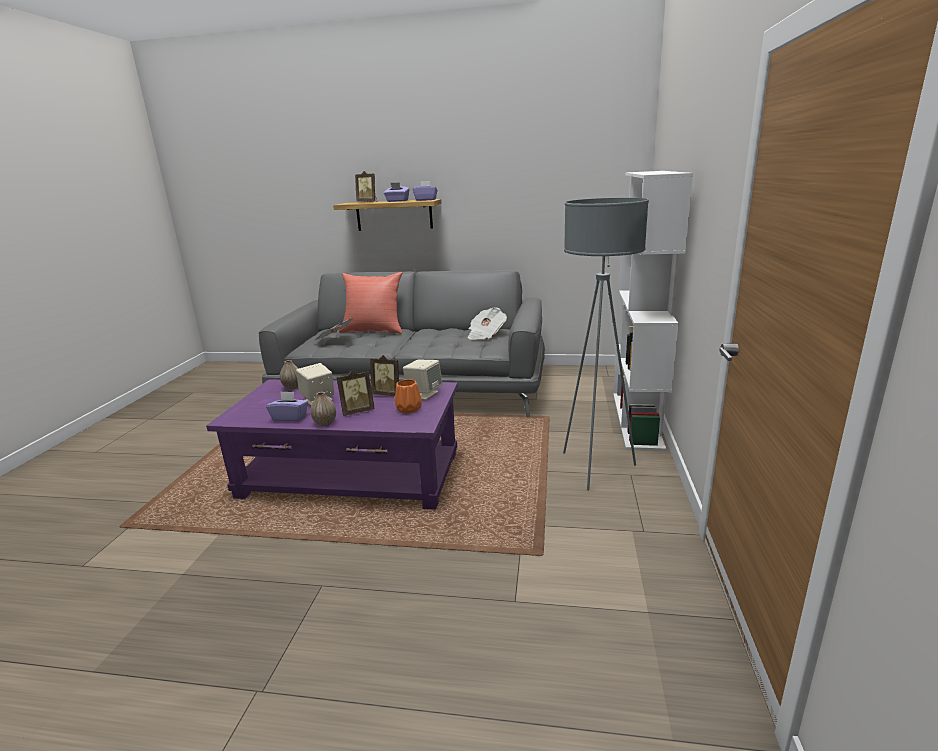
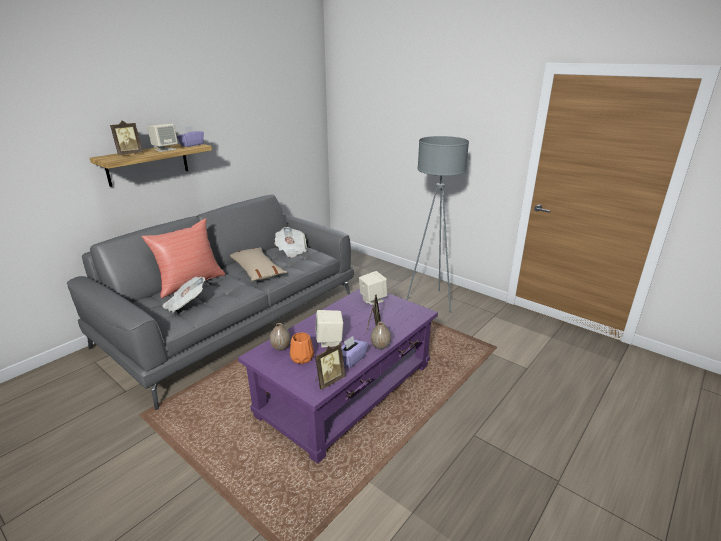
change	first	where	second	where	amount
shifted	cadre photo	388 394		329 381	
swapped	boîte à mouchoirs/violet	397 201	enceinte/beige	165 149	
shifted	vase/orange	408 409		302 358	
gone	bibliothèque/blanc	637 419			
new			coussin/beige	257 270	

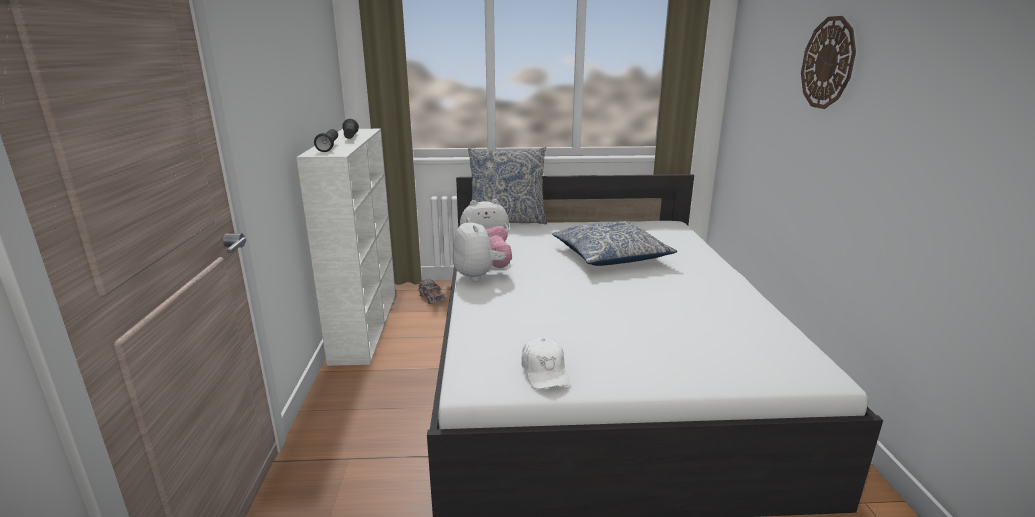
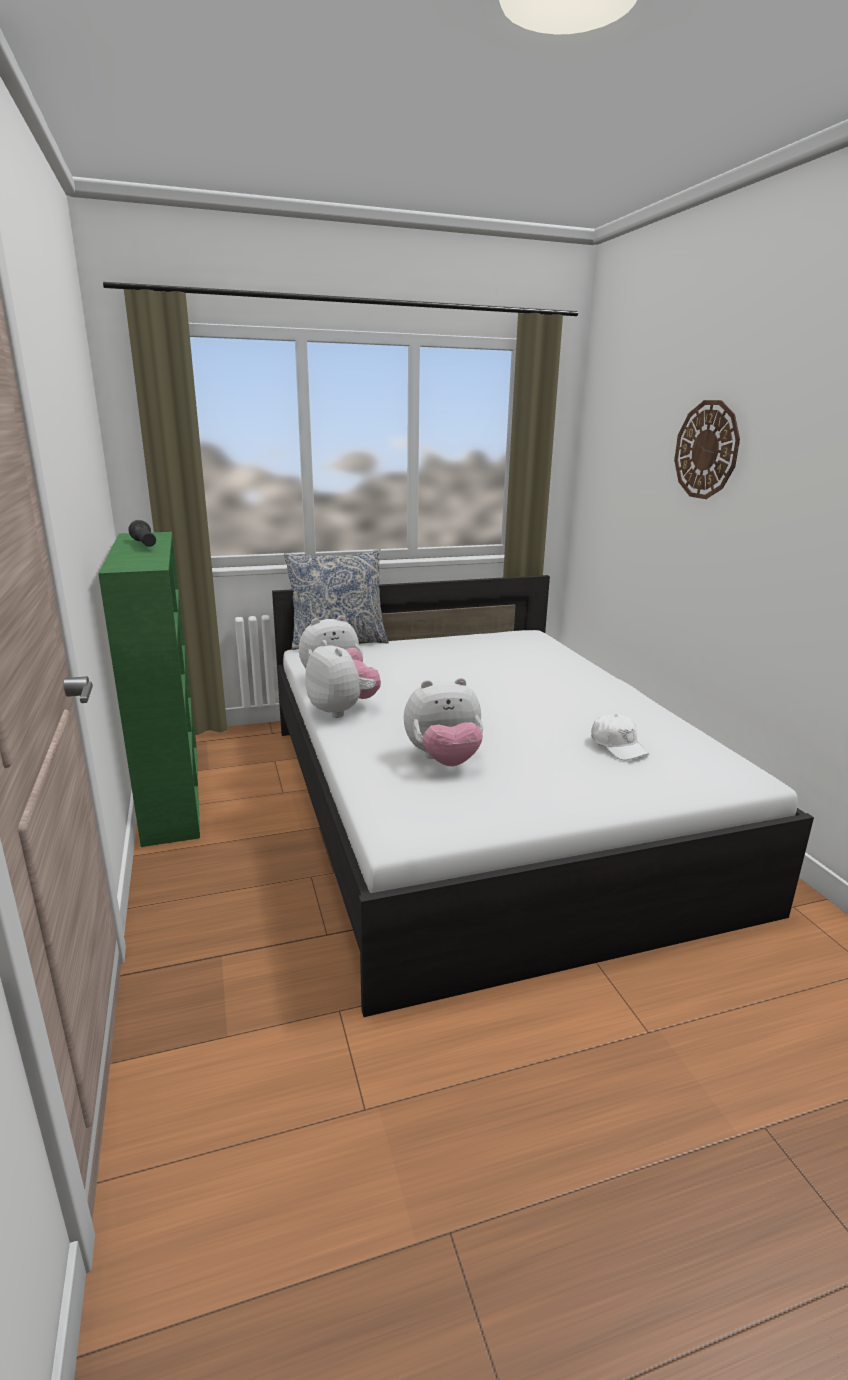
change	first	where	second	where	amount
repainted	bibliothèque/blanc	365 325	bibliothèque/vert	171 790	
gone	lampe de poche/noir	329 147			
gone	camion jouet	431 297			
shifted	casquette/blanc	545 371		618 746	
gone	coussin	610 256			
new			peluche	444 760	

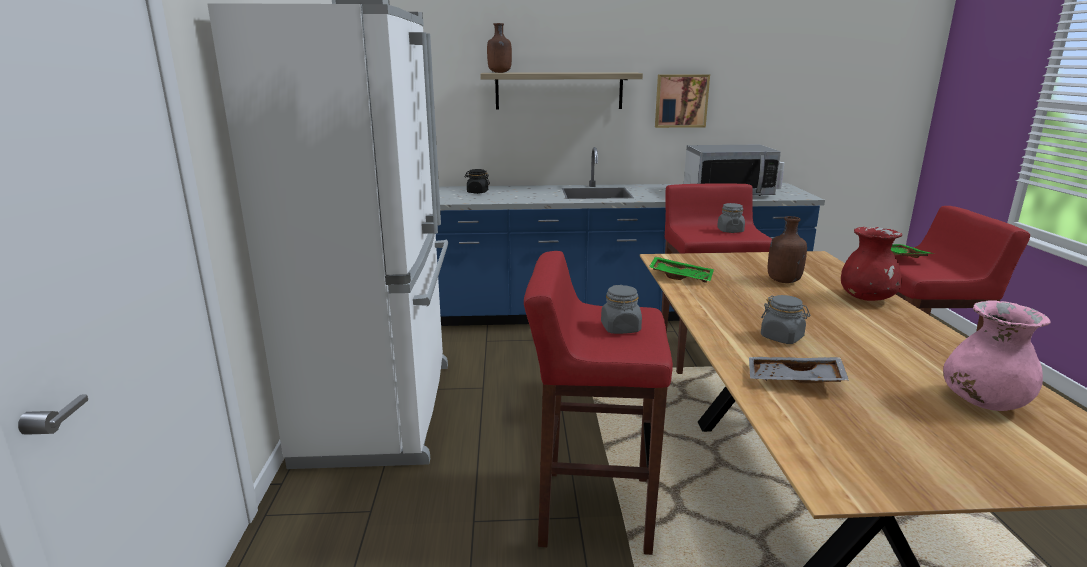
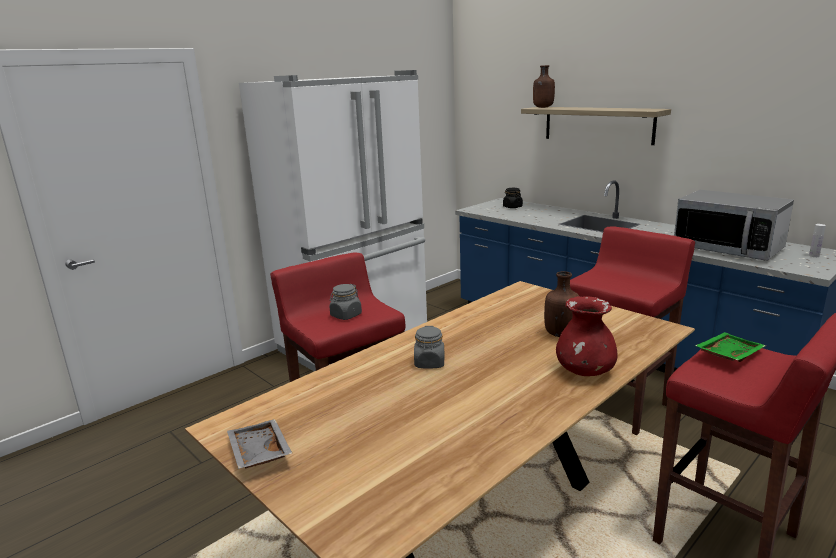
change	first	where	second	where	amount
gone	plateau/vert	681 276			
gone	tableau	681 101			
gone	bocal/gris	730 231			
shifted	plateau/gris	794 381		258 453	
gone	vase/rose	983 403			

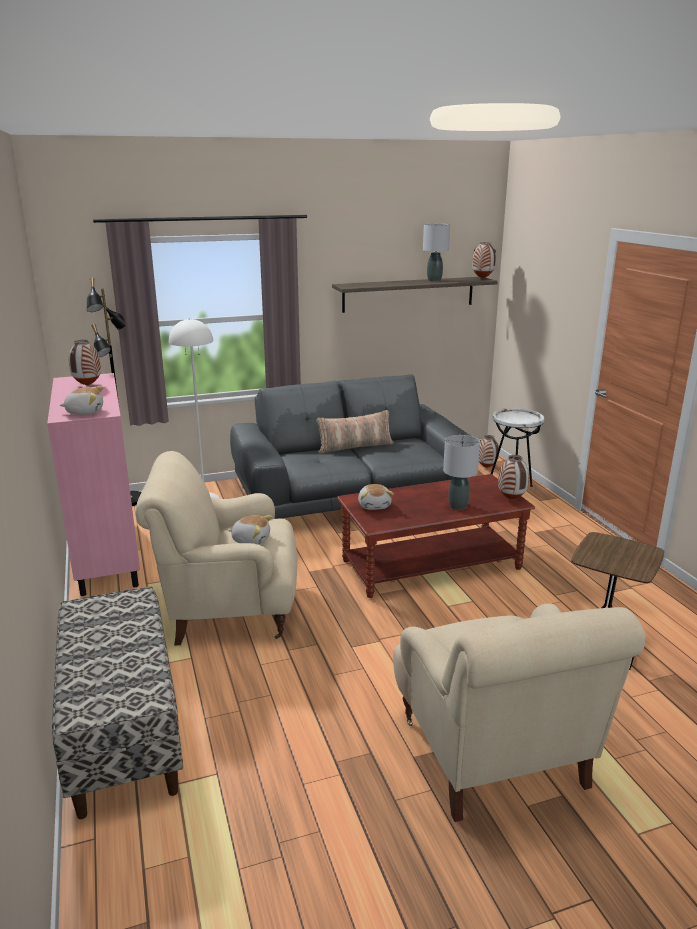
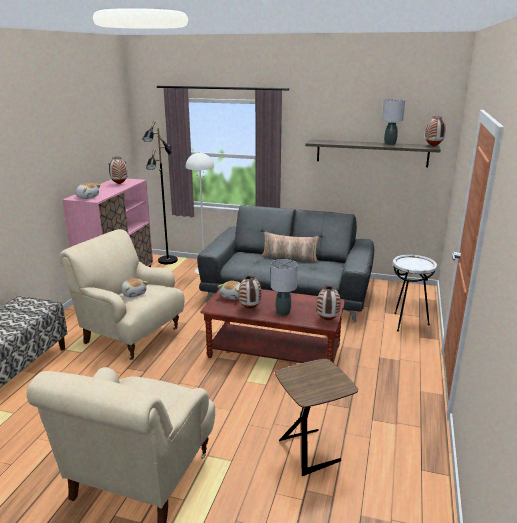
change	first	where	second	where	amount
shifted	vase	487 467		250 309	

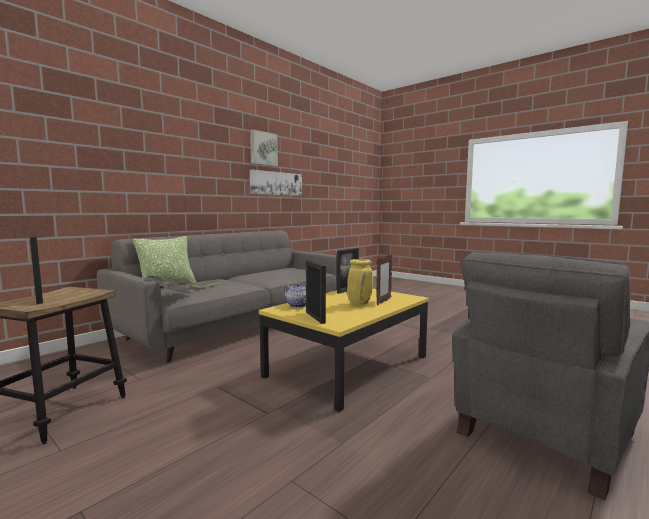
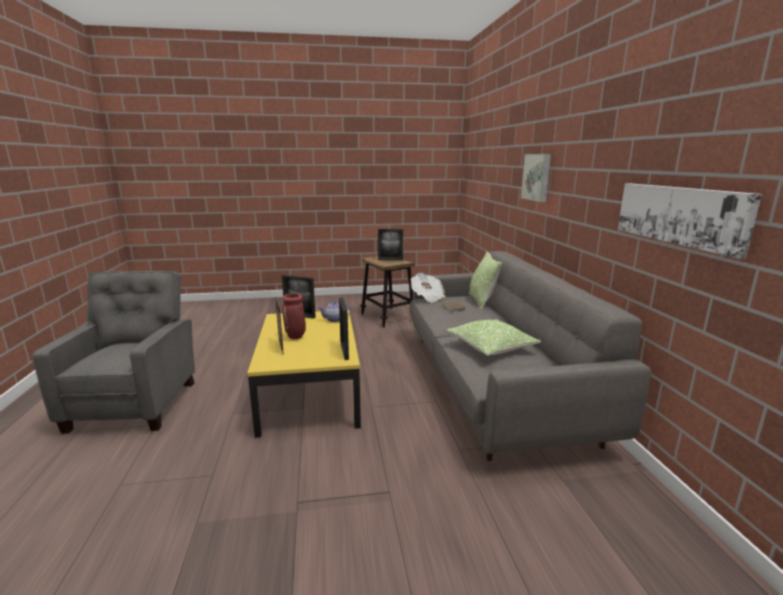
change	first	where	second	where	amount
shifted	tableau	263 148		537 177	
repainted	vase/jaune	359 304	vase/rouge	296 337	
new			coussin	491 347	

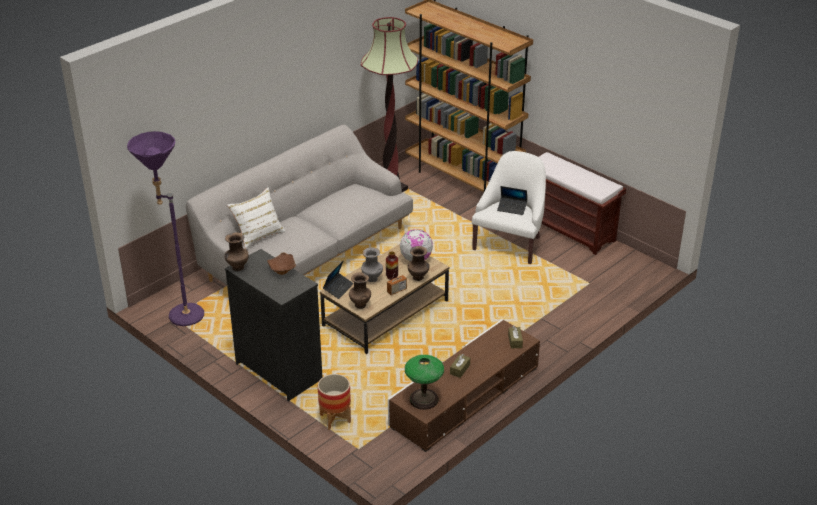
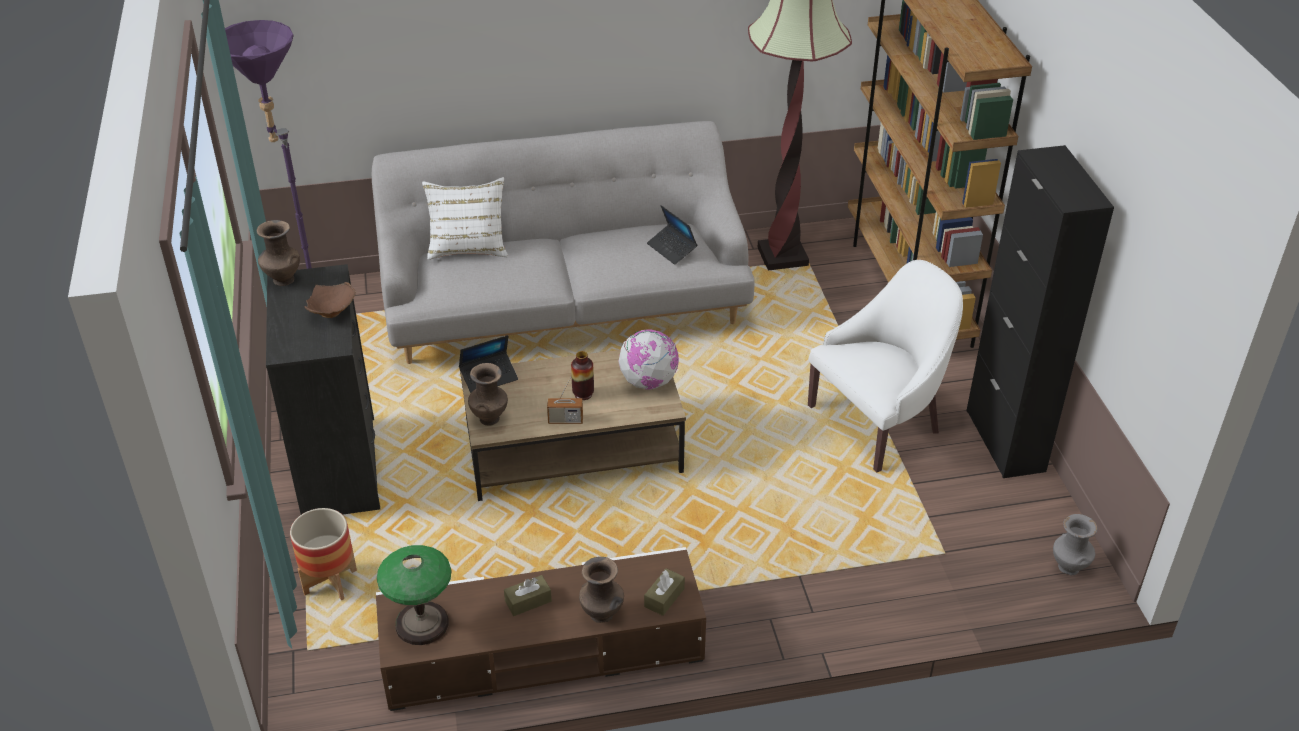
change	first	where	second	where	amount
shifted	vase/gris	372 279		1069 568	
shifted	vase/marron	418 277		602 615	
shifted	ordinateur portable	512 208		672 249	
swapped	banc/marron	569 229	meuble de rangement/noir	1005 440	

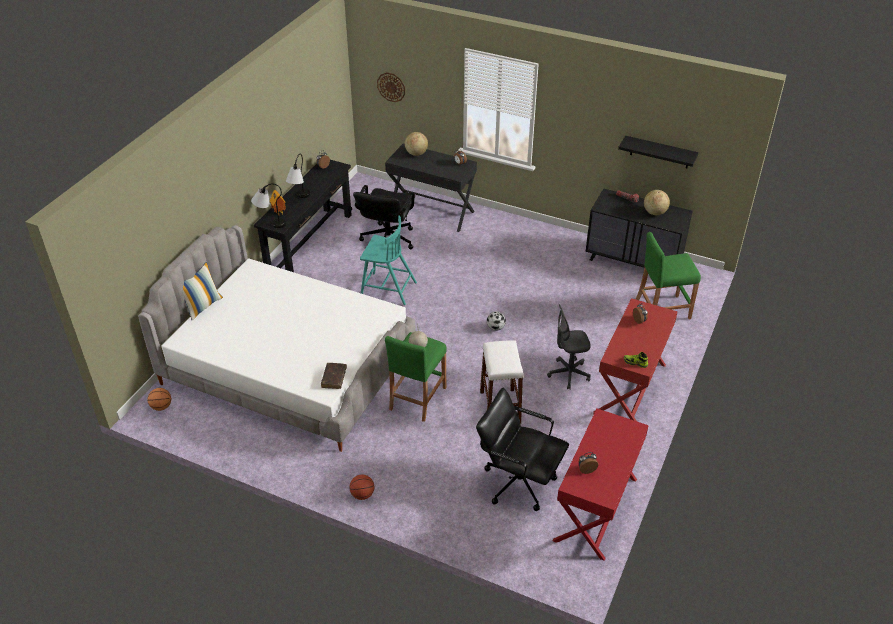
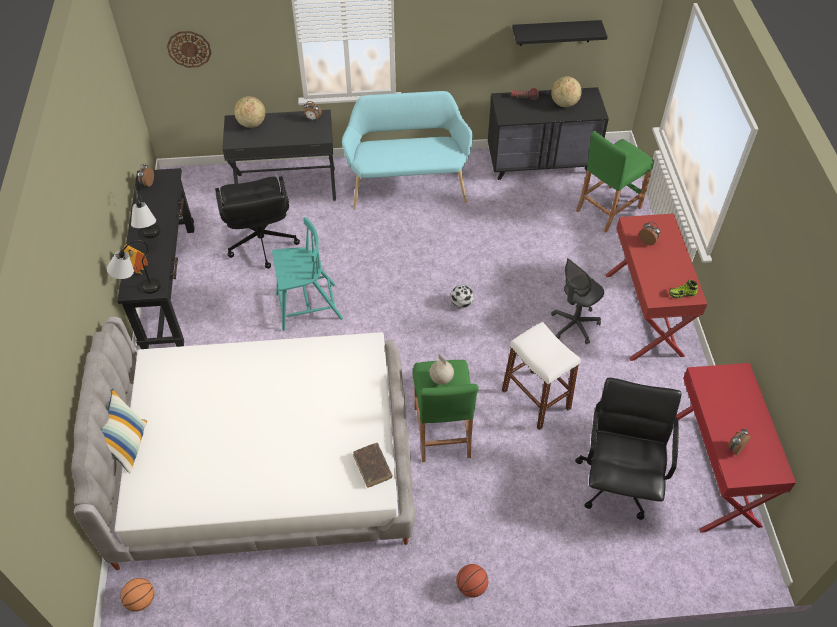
change	first	where	second	where	amount
rotated	chaise de bureau/noir	518 482		618 480	105 degrees clockwise
new			banc/turquoise	407 185	

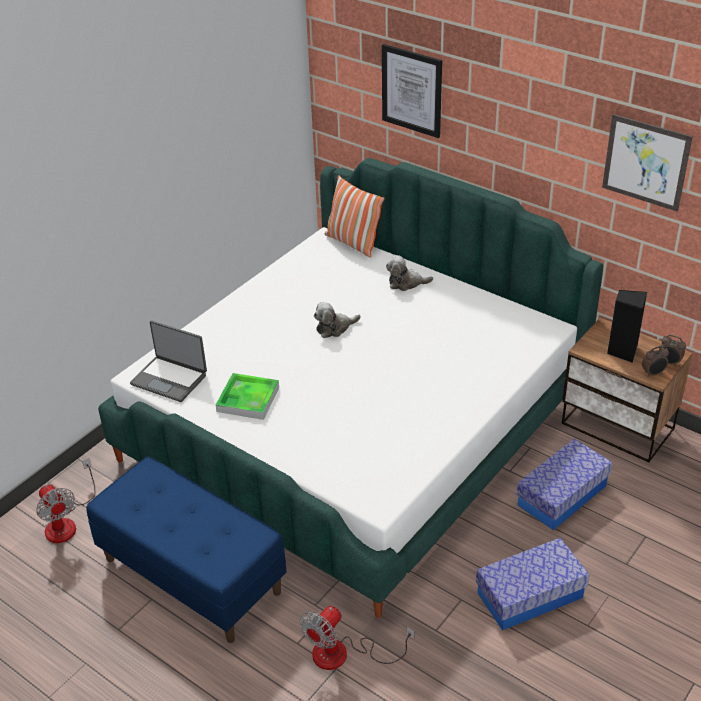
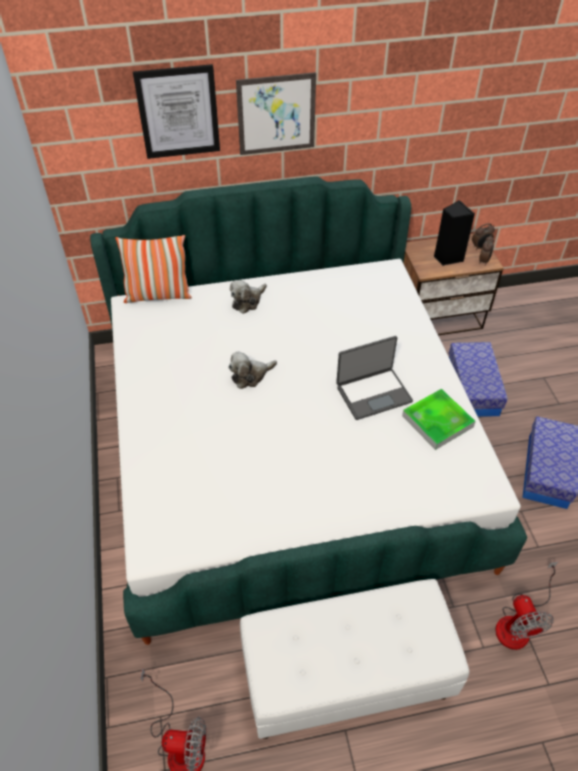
change	first	where	second	where	amount
repainted	banc/bleu	193 575	banc/blanc	346 675	
shifted	ordinateur portable	170 379		373 393	
shifted	plateau	248 399		437 421	
rotated	peluche	334 328		250 376	45 degrees clockwise
shifted	tableau	645 162		276 114	

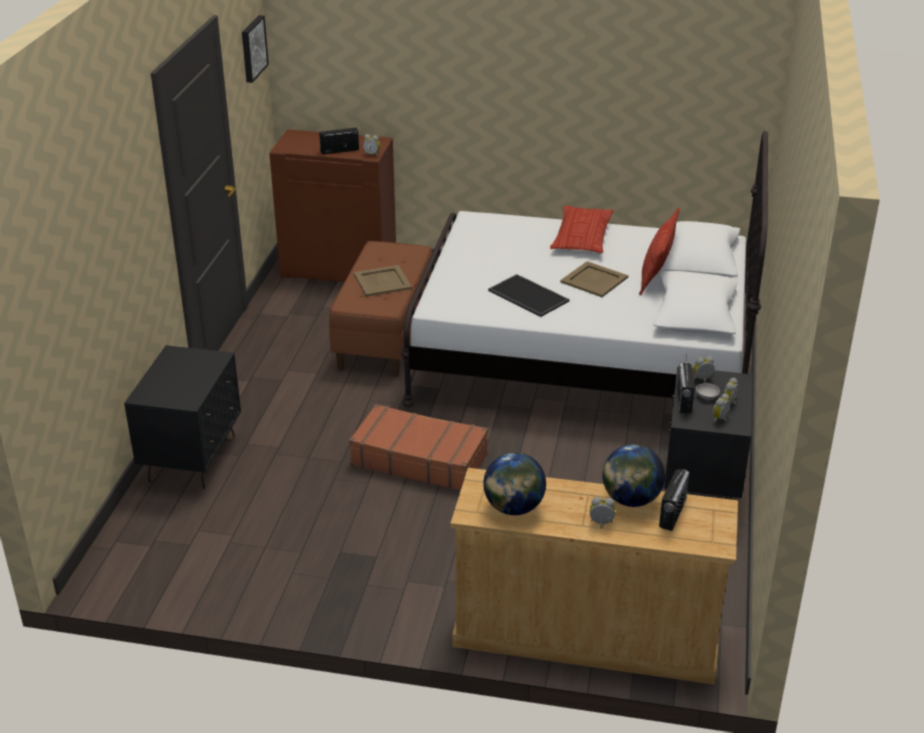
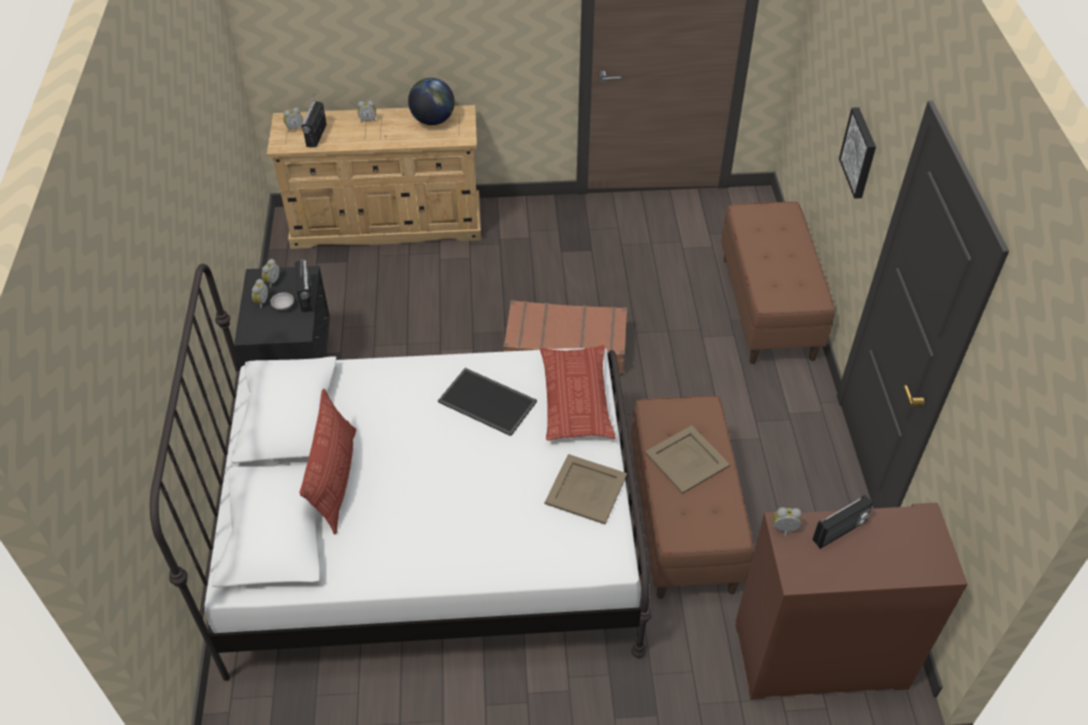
change	first	where	second	where	amount
swapped	table de chevet/noir	192 460	banc/marron	768 308	
shifted	tableau	252 48		860 152	
shifted	coussin	582 236		576 398	
shifted	plateau/beige	593 280		587 489	
gone	globe	631 500			
shifted	réveil	703 380		294 128	

